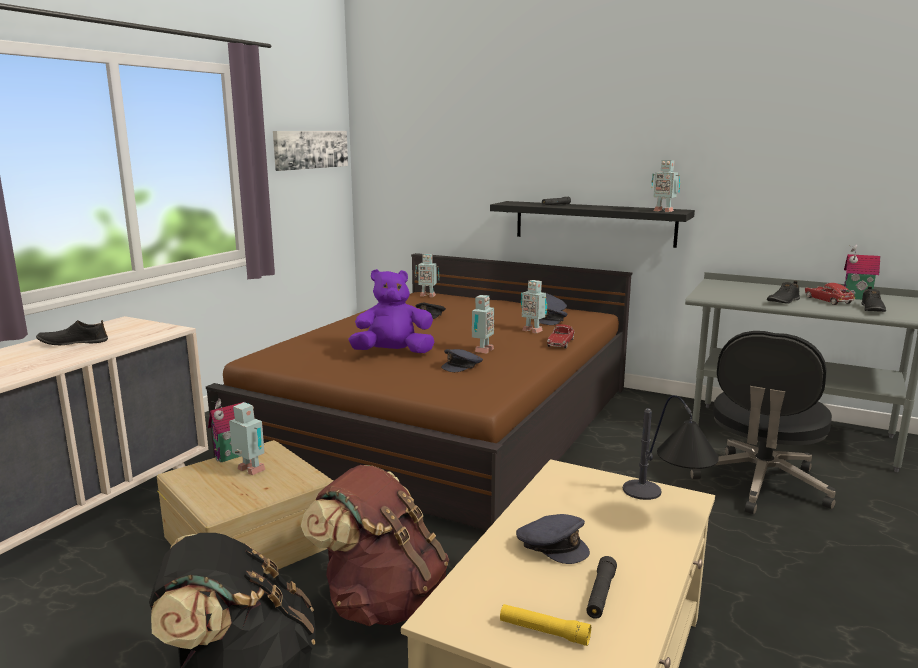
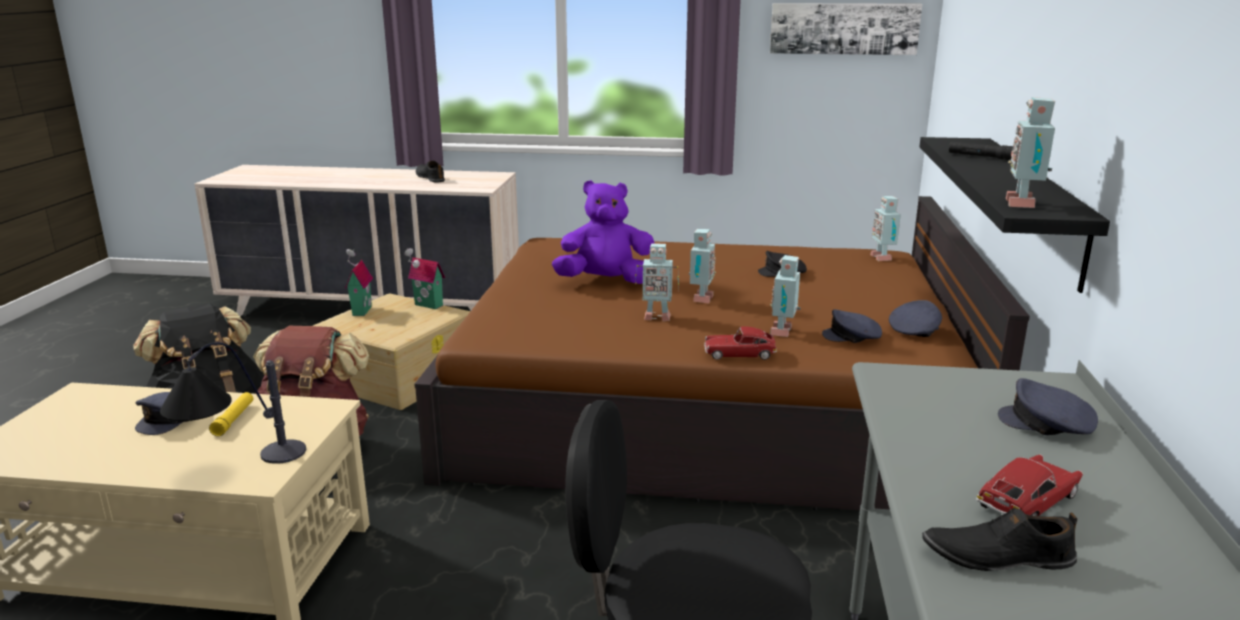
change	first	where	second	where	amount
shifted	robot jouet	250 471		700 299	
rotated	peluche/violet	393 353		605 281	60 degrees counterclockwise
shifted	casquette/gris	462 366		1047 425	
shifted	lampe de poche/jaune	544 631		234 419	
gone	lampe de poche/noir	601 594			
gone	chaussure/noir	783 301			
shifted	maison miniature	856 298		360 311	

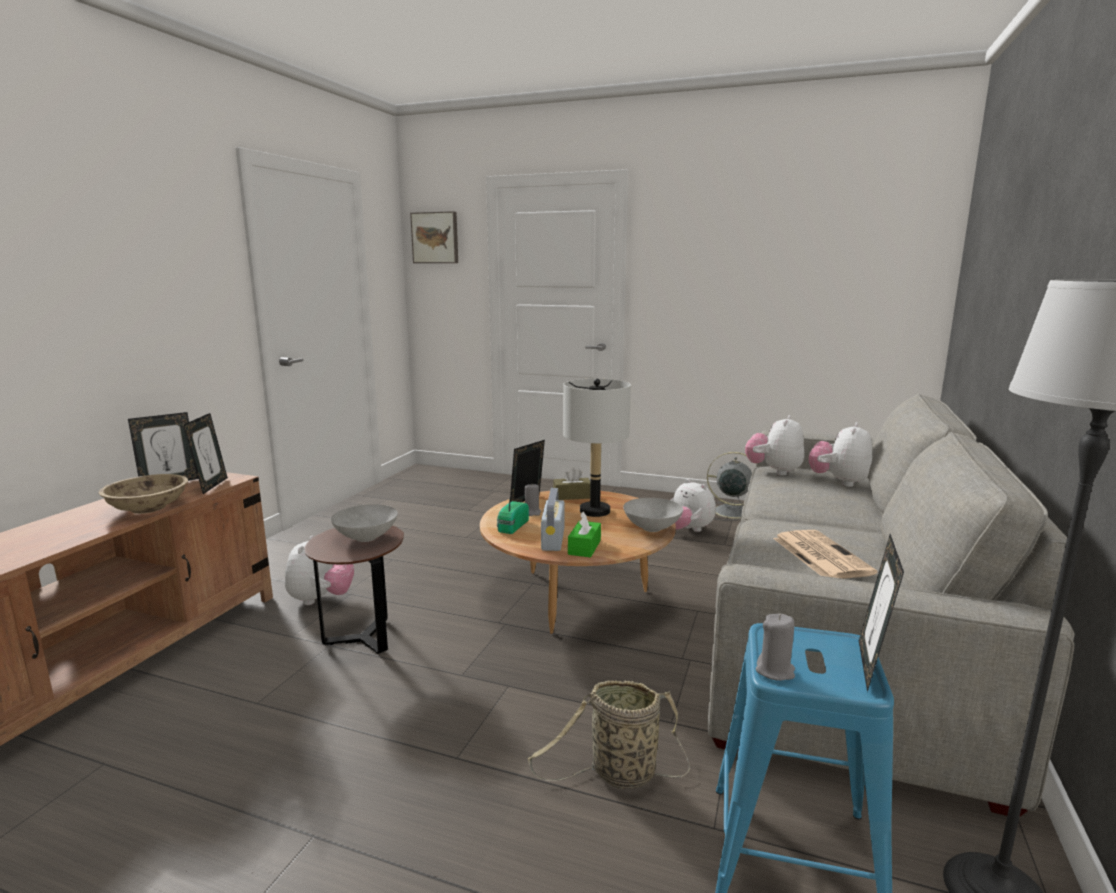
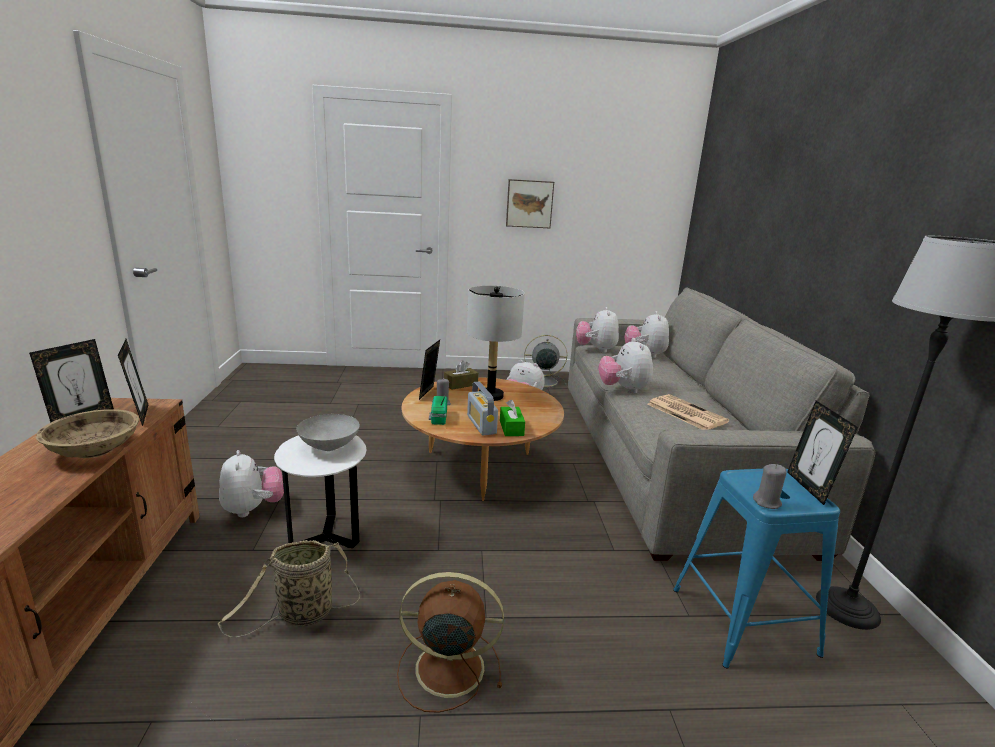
change	first	where	second	where	amount
repainted	table d'appoint/marron	363 638	table d'appoint/blanc	326 537	
shifted	tableau	435 238		529 203	
shifted	panier	618 774		302 615	
gone	bol/gris	653 528			
new			ventilateur/marron	446 667	
new			peluche	623 390	

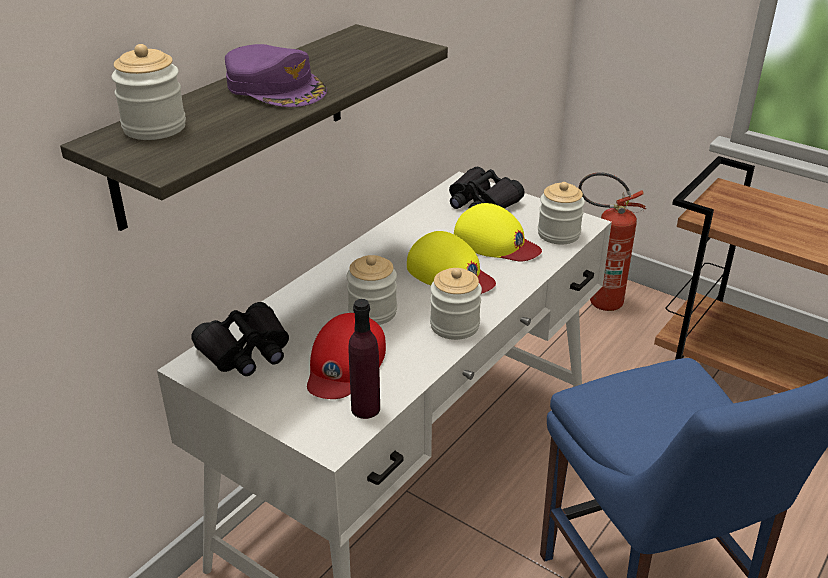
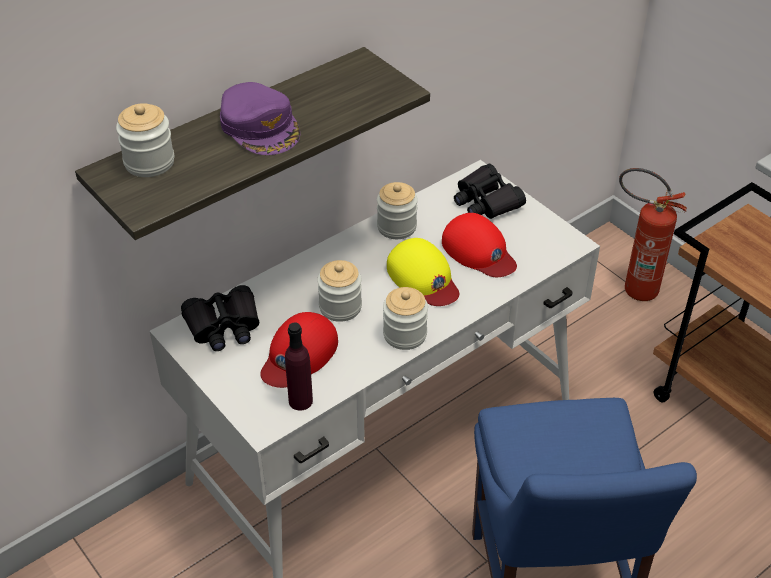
change	first	where	second	where	amount
repainted	casquette/jaune	495 242	casquette/rouge	479 251	
shifted	bocal	558 234		396 227	

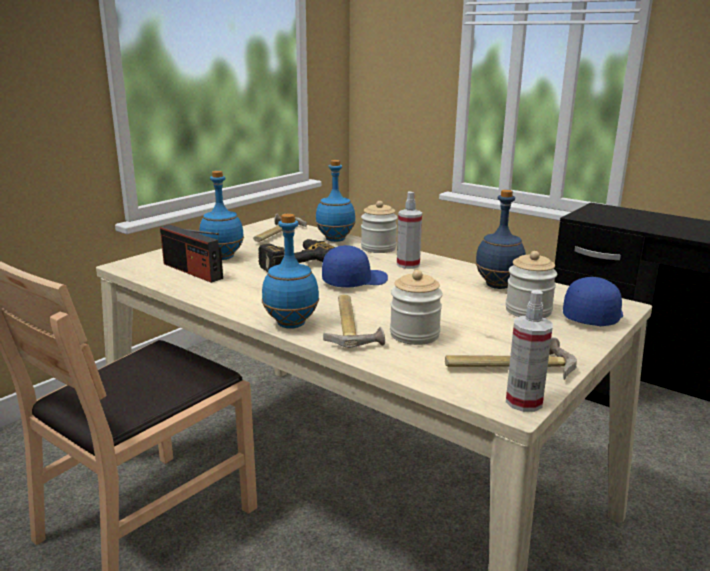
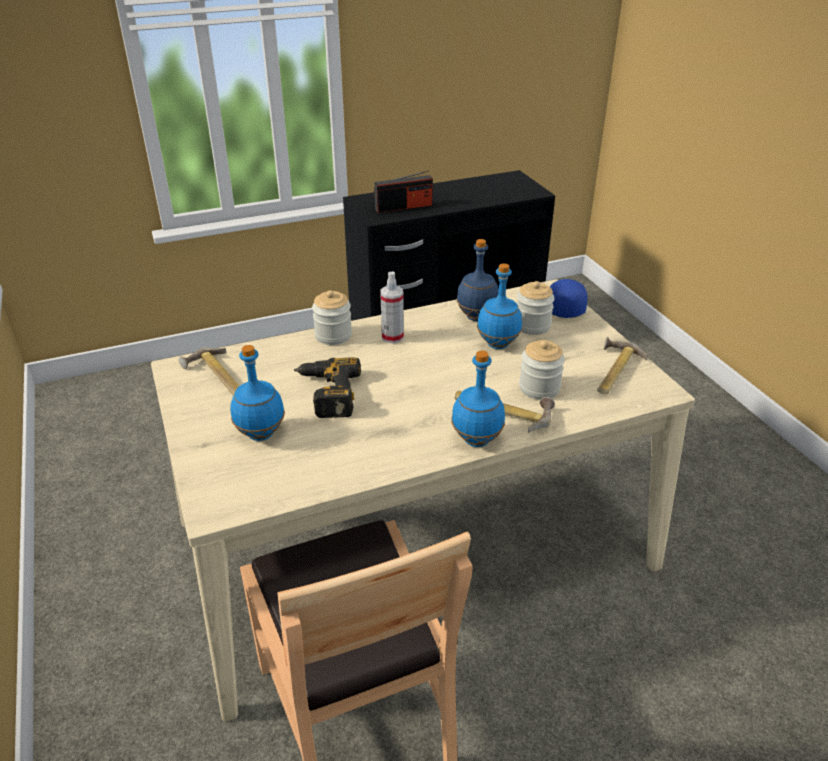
change	first	where	second	where	amount
shifted	radio	192 271		403 207	
shifted	bouteille/bleu	335 240		498 345	
gone	casquette/bleu	354 281			
gone	vaporisateur	524 402			

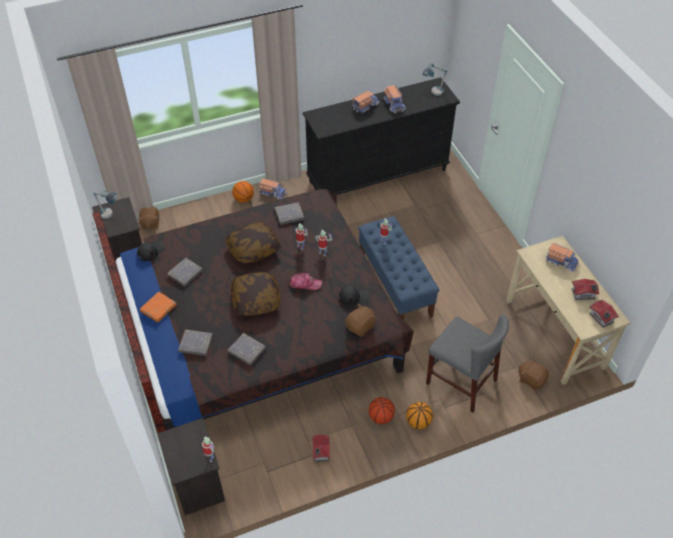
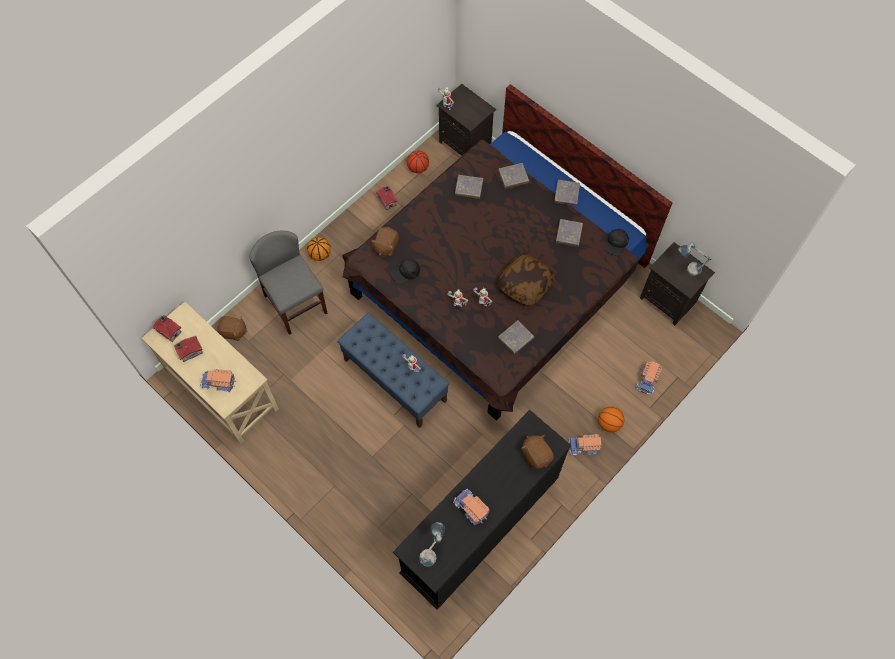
change	first	where	second	where	amount
shifted	peluche/marron	150 223		536 455	
repainted	livre/orange	158 308	livre/gris	567 194	
gone	coussin	256 300			
gone	casquette	305 284			
shifted	camion jouet	365 106		648 380	
shifted	ballon de basket	381 417		418 168	
rotated	chaise/gris	461 382		296 304	45 degrees clockwise

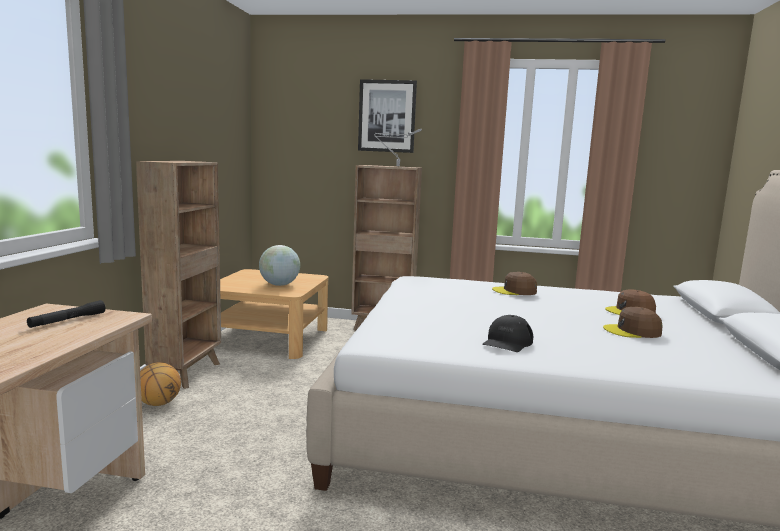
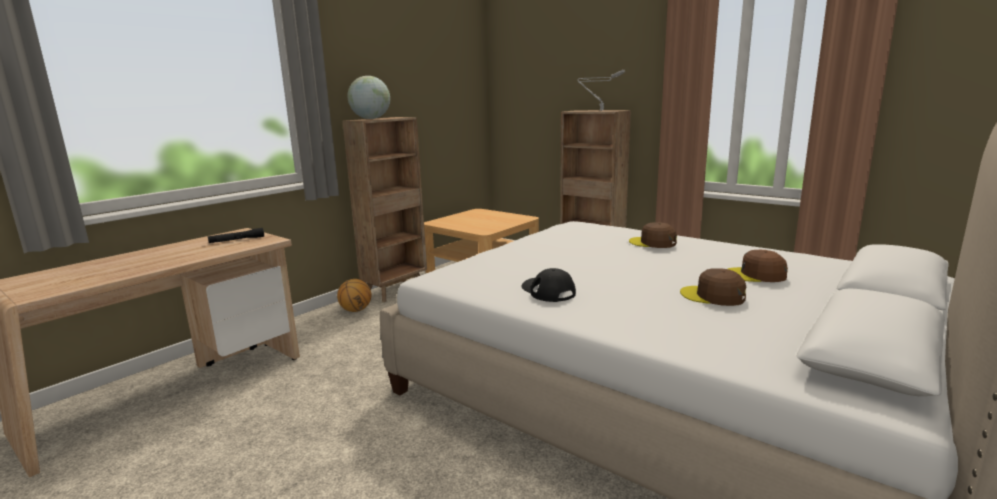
change	first	where	second	where	amount
shifted	globe	279 285		371 119	
gone	tableau	387 116			
rotated	casquette/noir	507 342		548 291	90 degrees clockwise

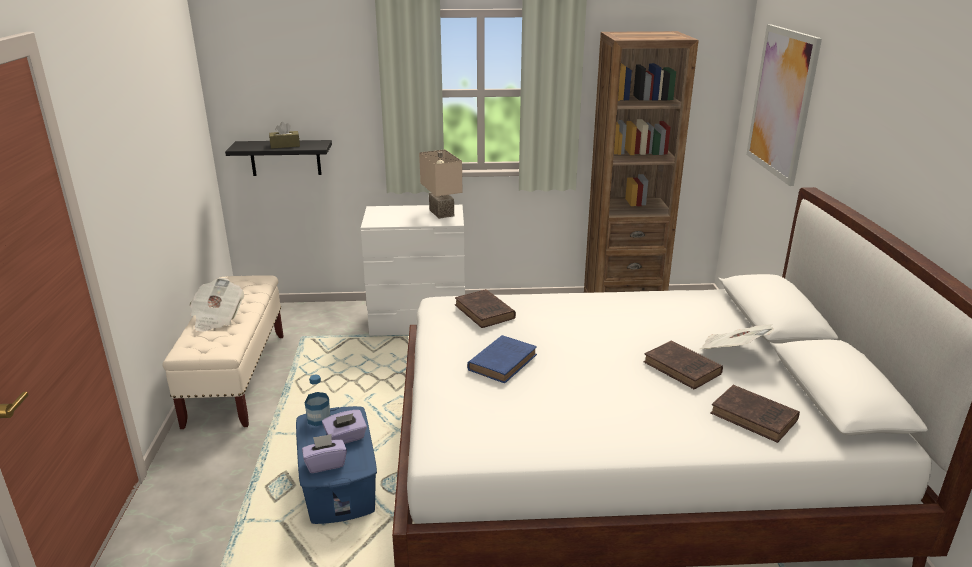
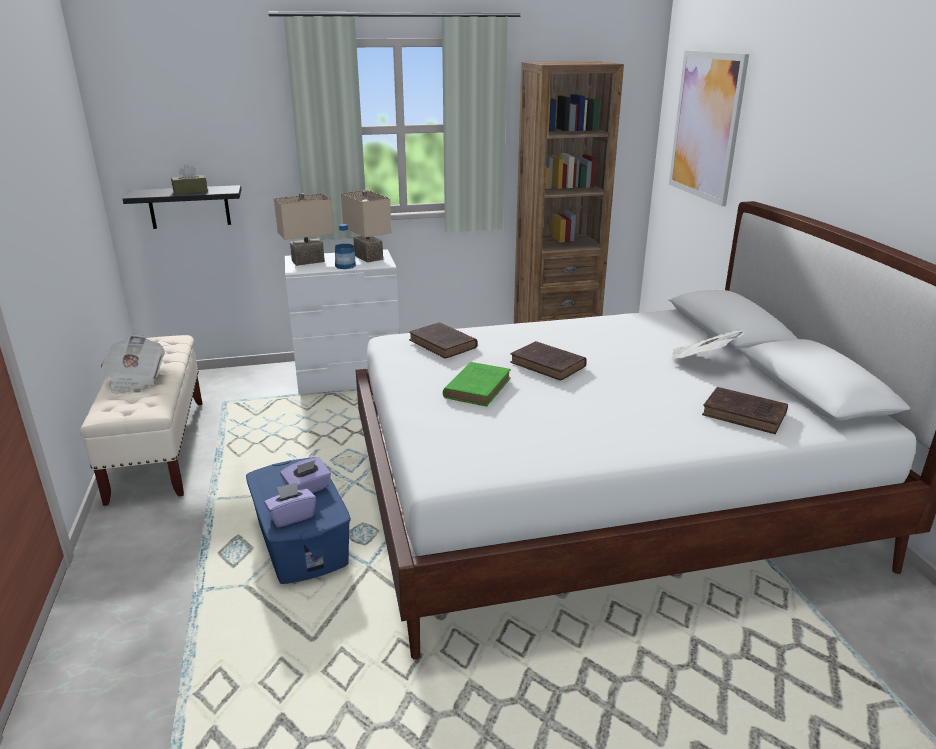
change	first	where	second	where	amount
shifted	bouteille	318 418		345 266	
repainted	livre/bleu	503 361	livre/vert	478 387	
shifted	livre/marron	683 369		549 365	
new			lampe de table/beige	308 262	

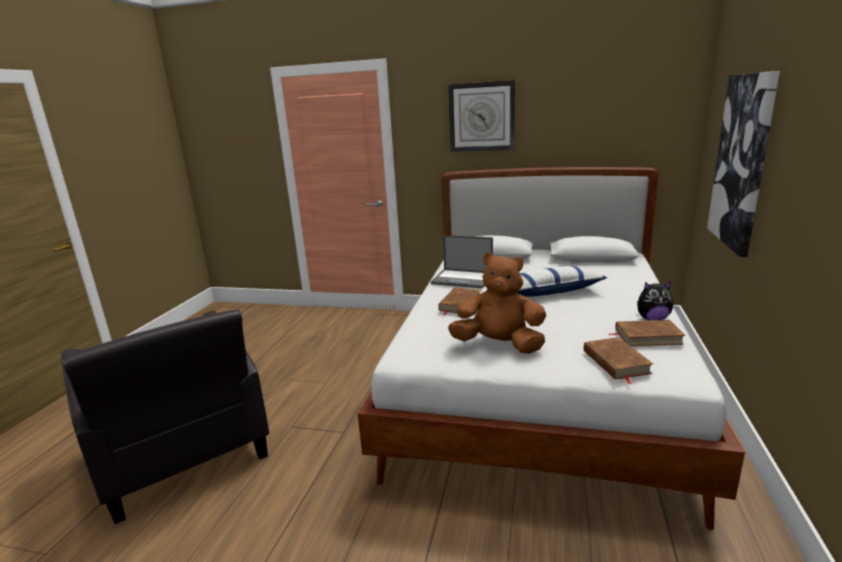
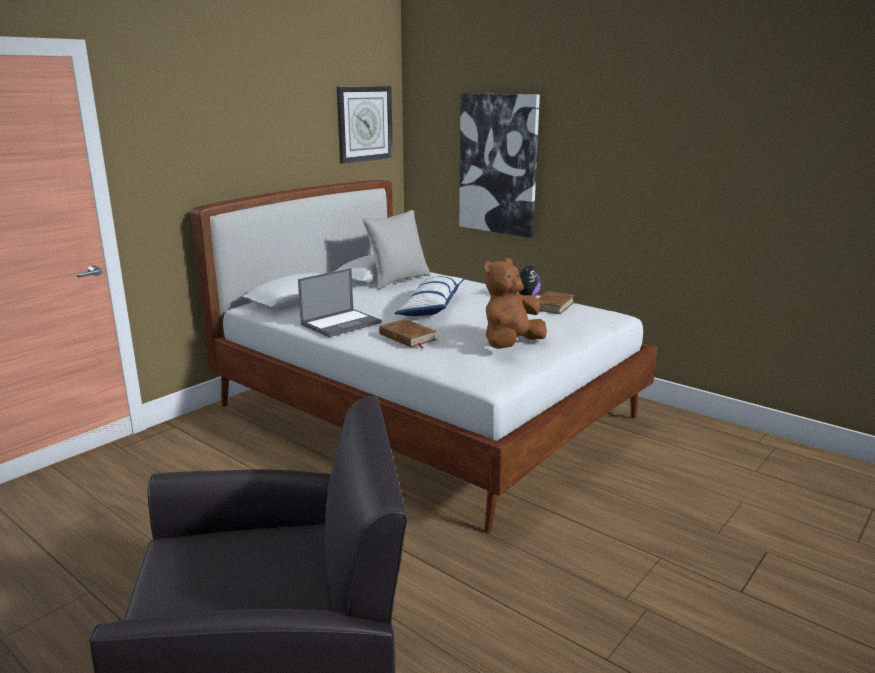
change	first	where	second	where	amount
shifted	horloge murale	482 117		364 123	
gone	livre/marron	615 362			
new			coussin/gris	398 280	

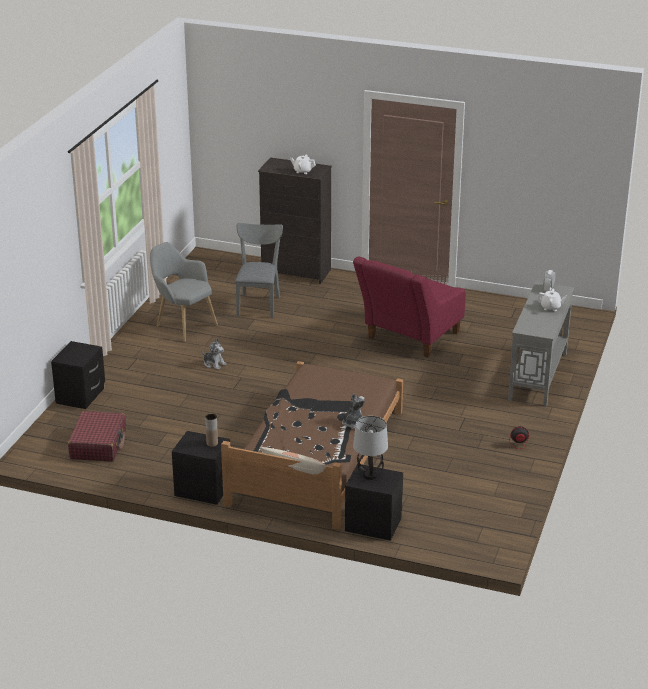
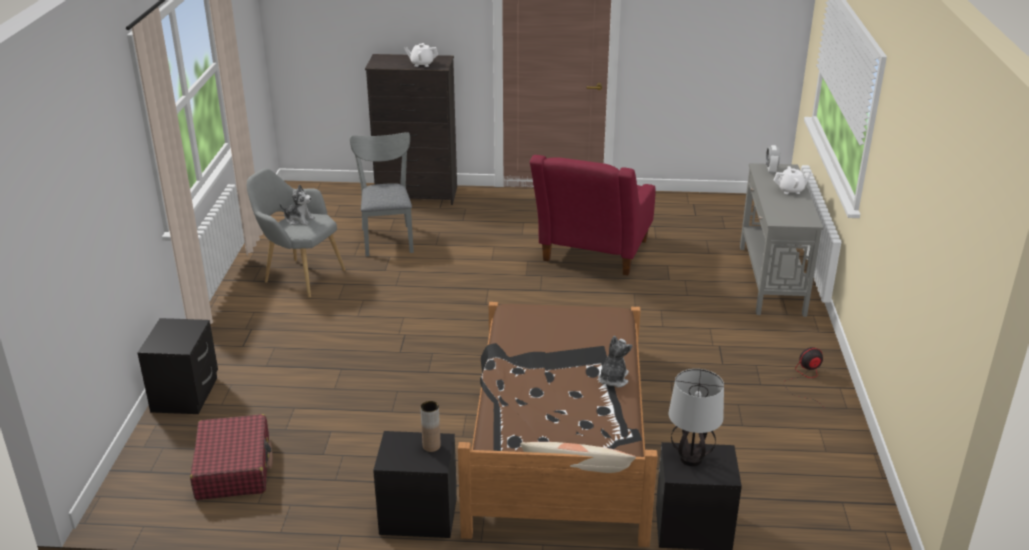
change	first	where	second	where	amount
shifted	peluche	214 364		299 220	

